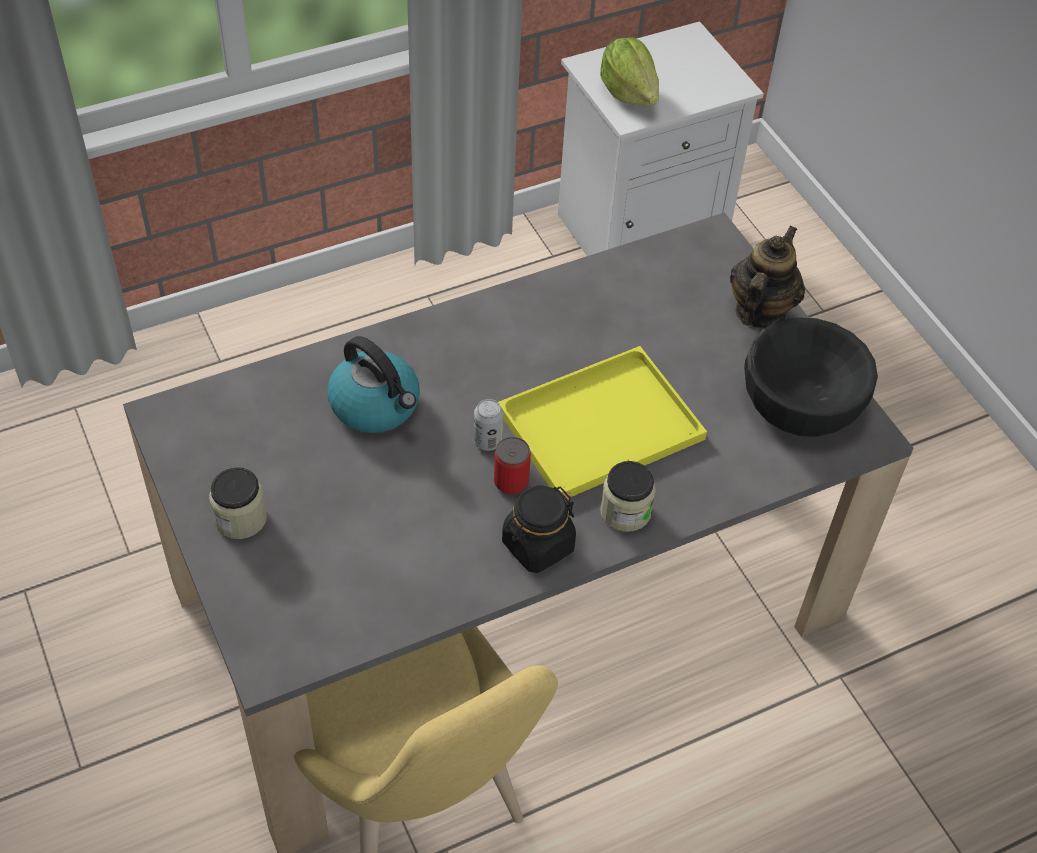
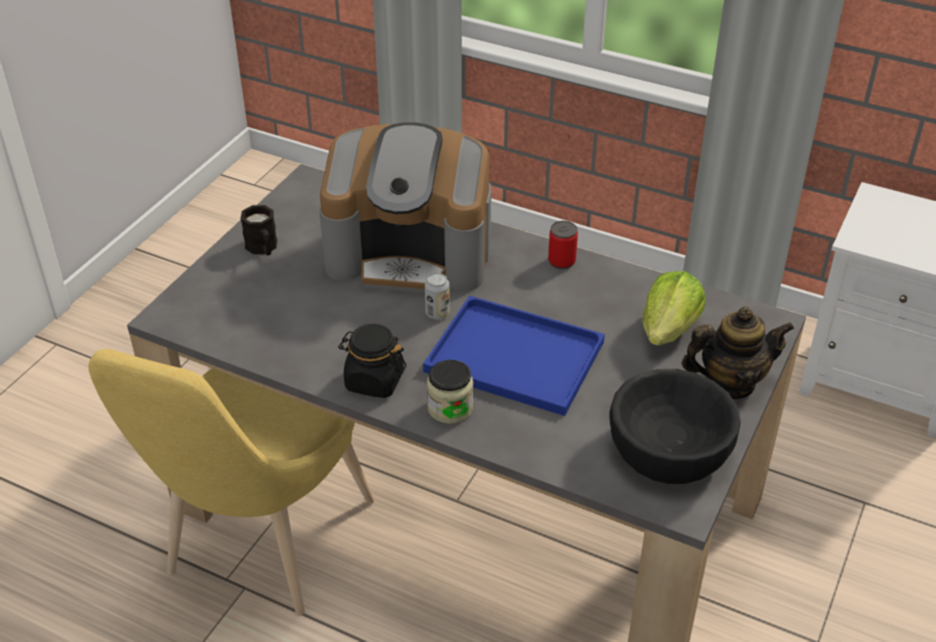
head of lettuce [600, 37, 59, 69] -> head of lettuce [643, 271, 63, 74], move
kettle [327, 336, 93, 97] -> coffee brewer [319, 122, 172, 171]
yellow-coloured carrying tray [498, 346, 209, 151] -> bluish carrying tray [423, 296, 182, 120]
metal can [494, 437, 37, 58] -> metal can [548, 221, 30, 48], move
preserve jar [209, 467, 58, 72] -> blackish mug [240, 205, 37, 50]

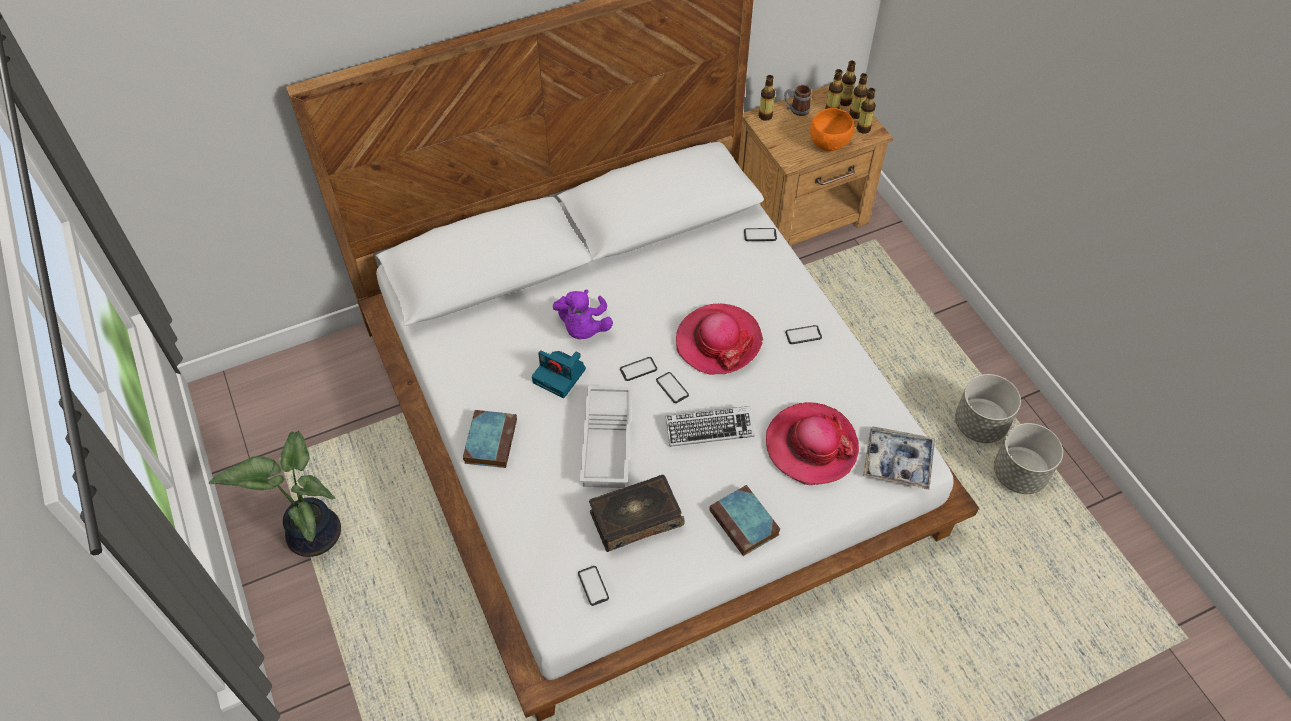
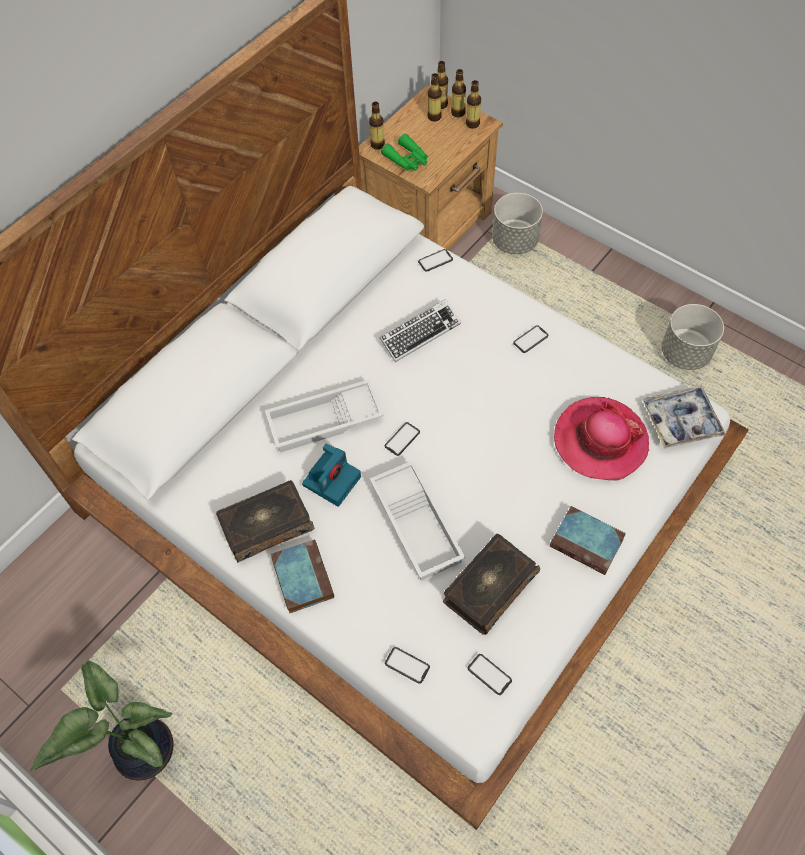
mug [784, 85, 27, 31] -> none
orange bowl [810, 108, 44, 43] -> none
purple-coloured plush toy [553, 290, 60, 49] -> white-coloured carrying tray [265, 379, 119, 74]
wearable hat [676, 304, 87, 71] -> none
still camera [532, 350, 54, 48] -> still camera [302, 443, 59, 64], 60 degrees counterclockwise
phone [656, 372, 33, 31] -> phone [385, 647, 45, 37], move
keyboard [666, 406, 88, 41] -> keyboard [379, 299, 82, 63], move
gray plant pot [994, 423, 69, 71] -> gray plant pot [492, 193, 51, 61], move
none -> greenish field glasses [381, 133, 47, 38]
none -> volume [216, 480, 98, 83]

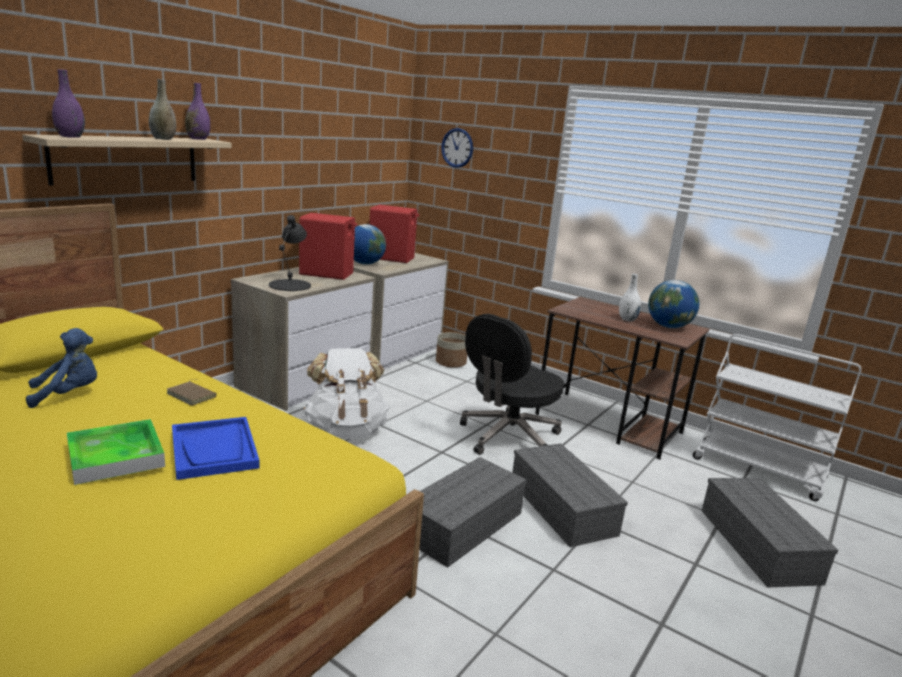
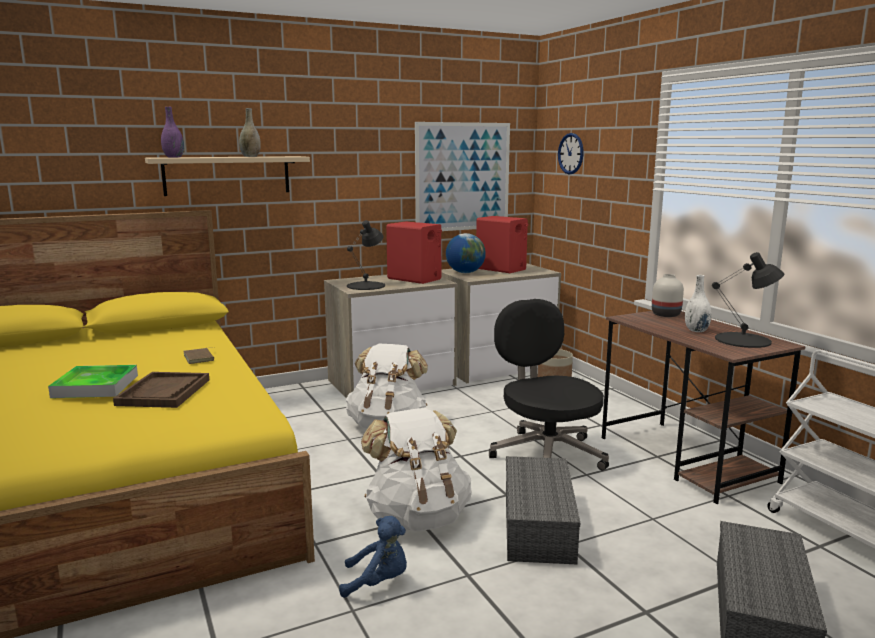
purple-coloured decorative vase [185, 83, 25, 57] -> none
globe [648, 280, 51, 48] -> blackish lamp for a table [712, 252, 72, 96]
blackish desk chair [460, 314, 104, 141] -> blackish desk chair [489, 299, 120, 171], 90 degrees clockwise
bluish plush toy [26, 328, 71, 80] -> bluish plush toy [339, 516, 68, 82], move
bluish carrying tray [172, 417, 88, 63] -> brownish carrying tray [113, 372, 96, 36]
gray storage bin [419, 457, 108, 111] -> white-coloured rucksack [361, 408, 111, 123]
none -> picture [415, 122, 95, 109]
none -> white-coloured decorative vase [652, 274, 32, 43]

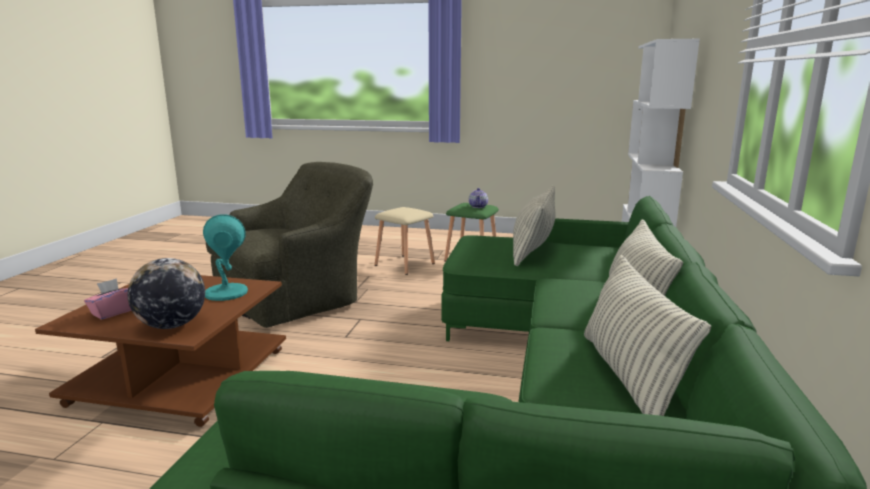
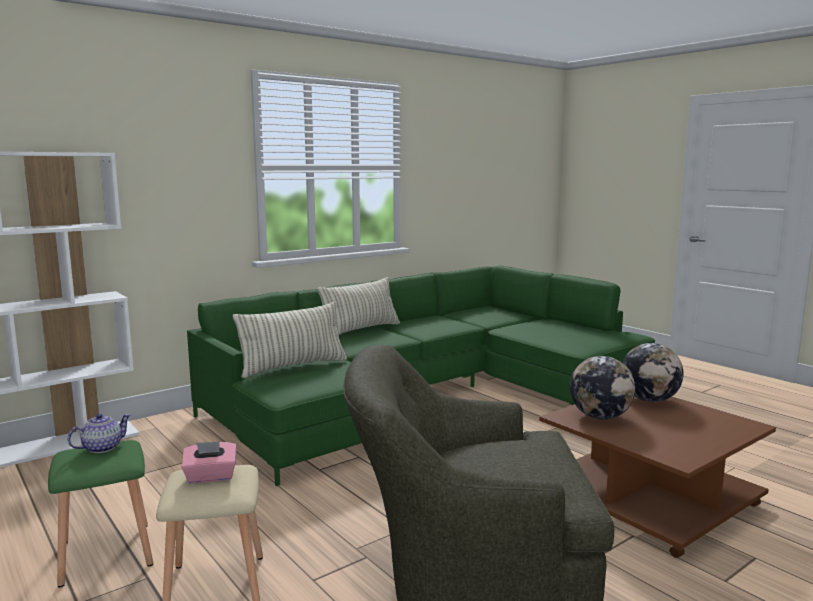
blue-green lamp for a table [203, 215, 45, 86] -> globe [570, 356, 65, 64]
cushion [584, 255, 127, 161] -> none
pink box of tissues [84, 278, 48, 42] -> pink box of tissues [182, 442, 55, 42], move

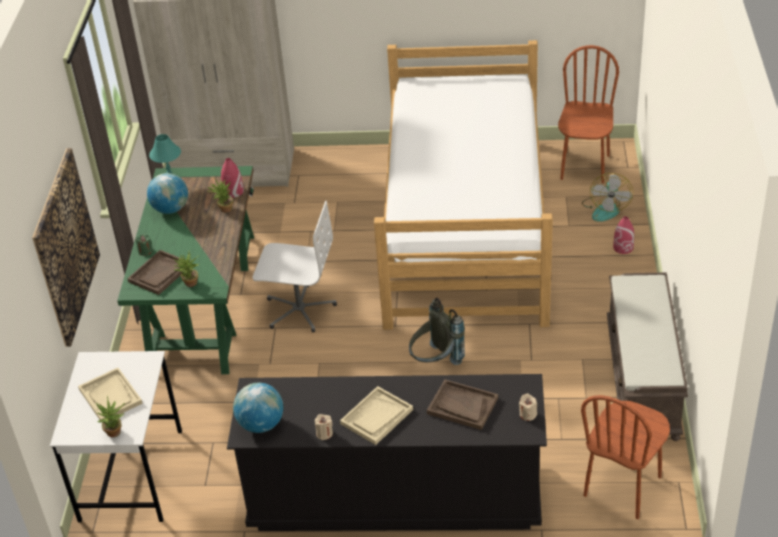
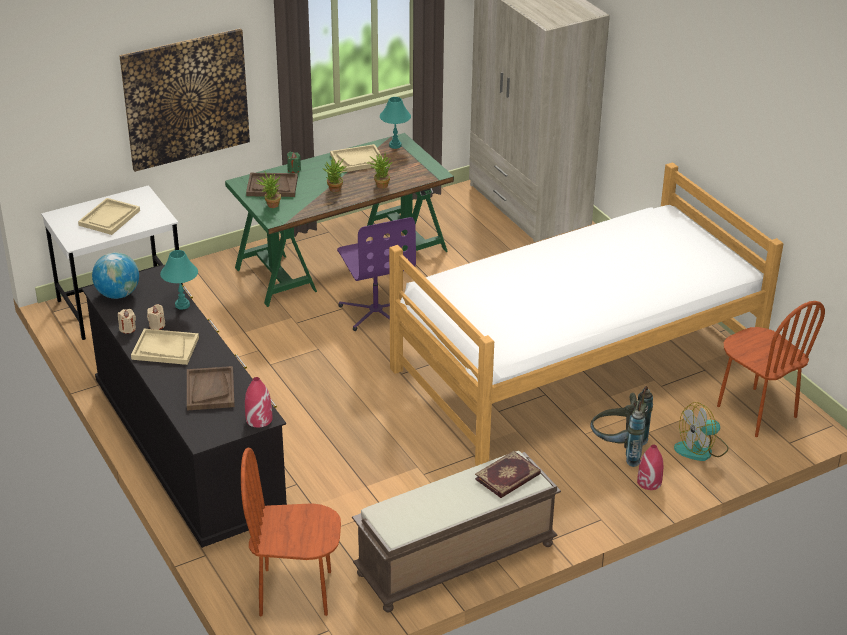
brownish upright chair [558, 45, 61, 138] -> brownish upright chair [717, 301, 108, 136], 75 degrees clockwise
red decorative vase [221, 158, 23, 40] -> red decorative vase [245, 377, 27, 50], move
globe [147, 173, 41, 41] -> beige carrying tray [330, 144, 53, 29]
white-coloured desk chair [252, 200, 85, 132] -> purple-coloured desk chair [337, 217, 79, 114]
gray rucksack [409, 297, 56, 68] -> gray rucksack [590, 386, 63, 81], move
beige wax candle [519, 394, 18, 27] -> beige wax candle [147, 304, 18, 26], move
plant in a pot [96, 396, 29, 41] -> plant in a pot [323, 156, 24, 36], move
none -> blue-green lamp for a table [160, 250, 38, 60]
none -> volume [475, 451, 66, 47]

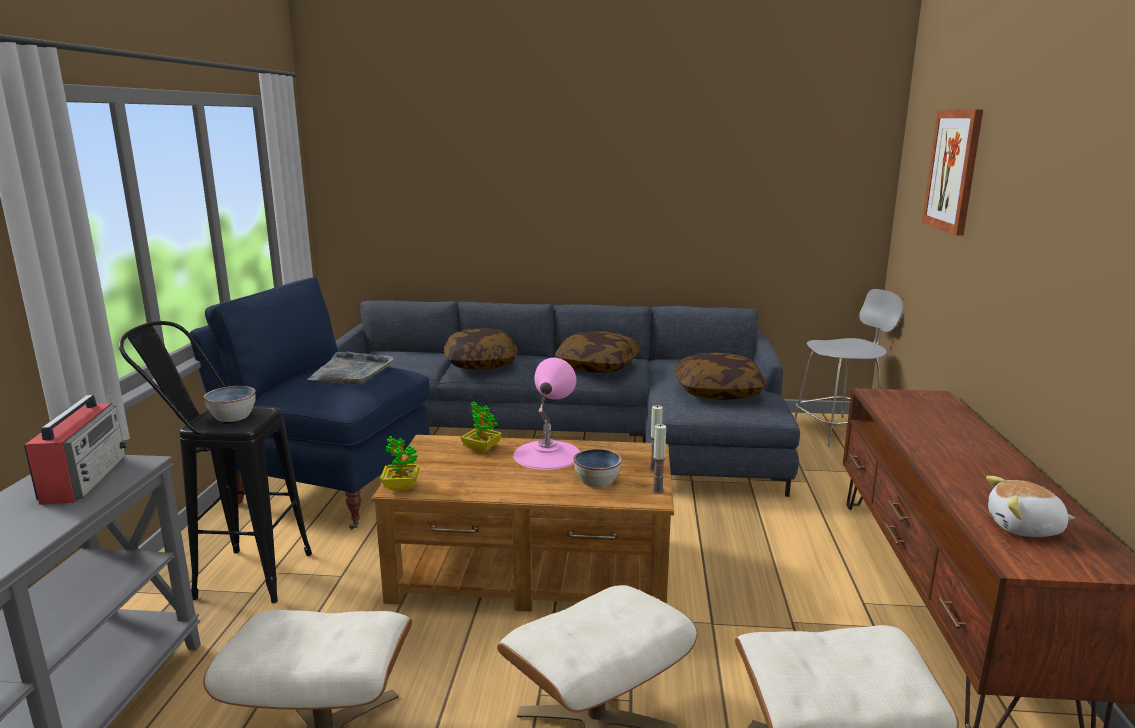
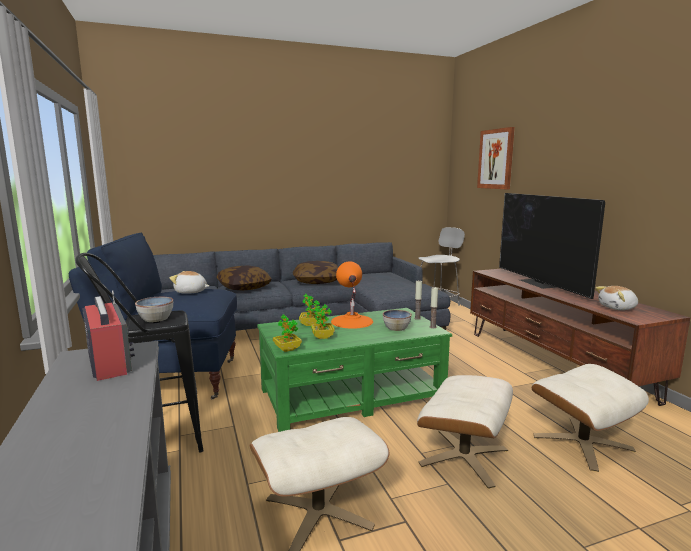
gray carrying tray [307, 352, 87, 32] -> plush toy [170, 271, 39, 23]
cushion [675, 353, 91, 47] -> none
pink lamp for a table [513, 358, 67, 112] -> orange lamp for a table [331, 261, 42, 68]
brownish lounge table [371, 435, 303, 177] -> greenish lounge table [257, 308, 195, 124]
none -> television [499, 193, 106, 106]
none -> plant in a pot [311, 304, 24, 35]

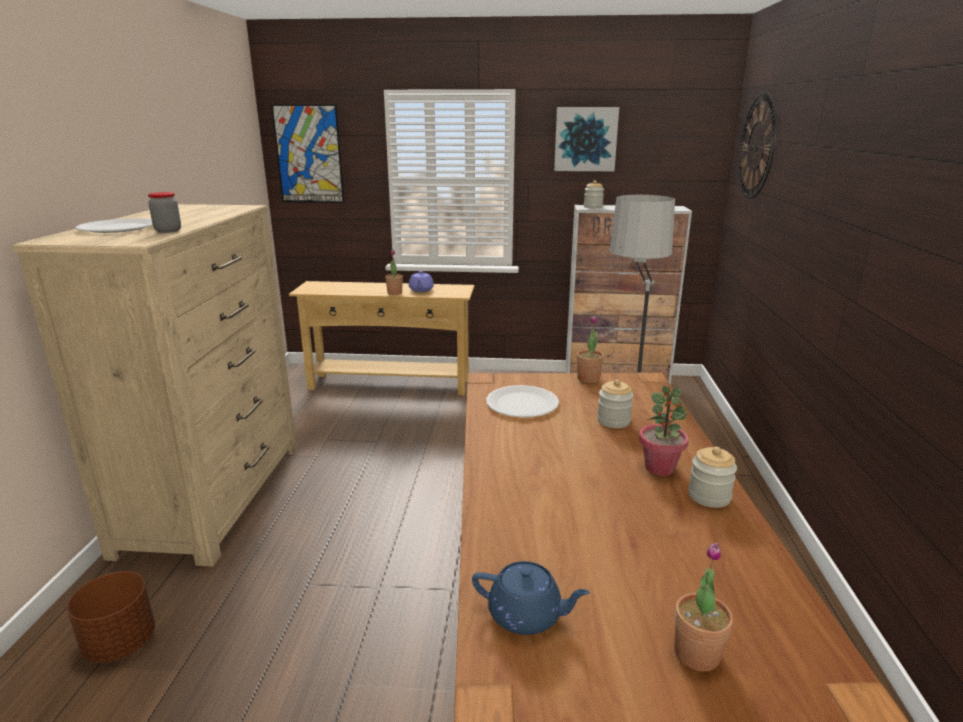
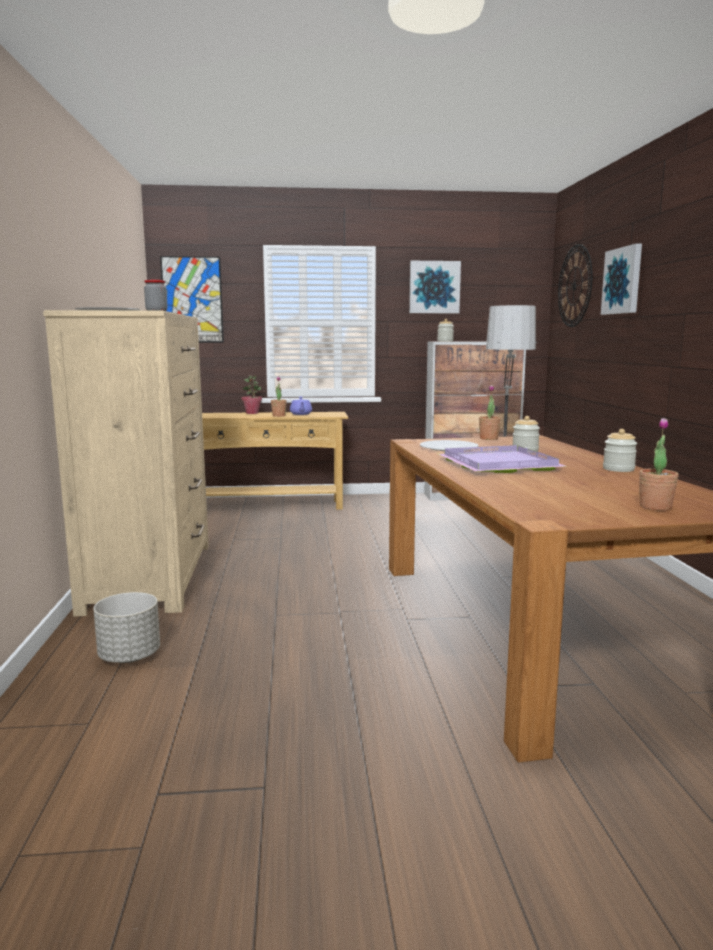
plant in a pot [639, 386, 50, 90] -> plant in a pot [242, 375, 20, 39], move
bluish pot for tea [472, 561, 118, 74] -> none
brownish plant pot [67, 571, 88, 92] -> gray plant pot [93, 592, 67, 71]
none -> picture [601, 243, 41, 72]
none -> purple-coloured carrying tray [439, 445, 128, 28]

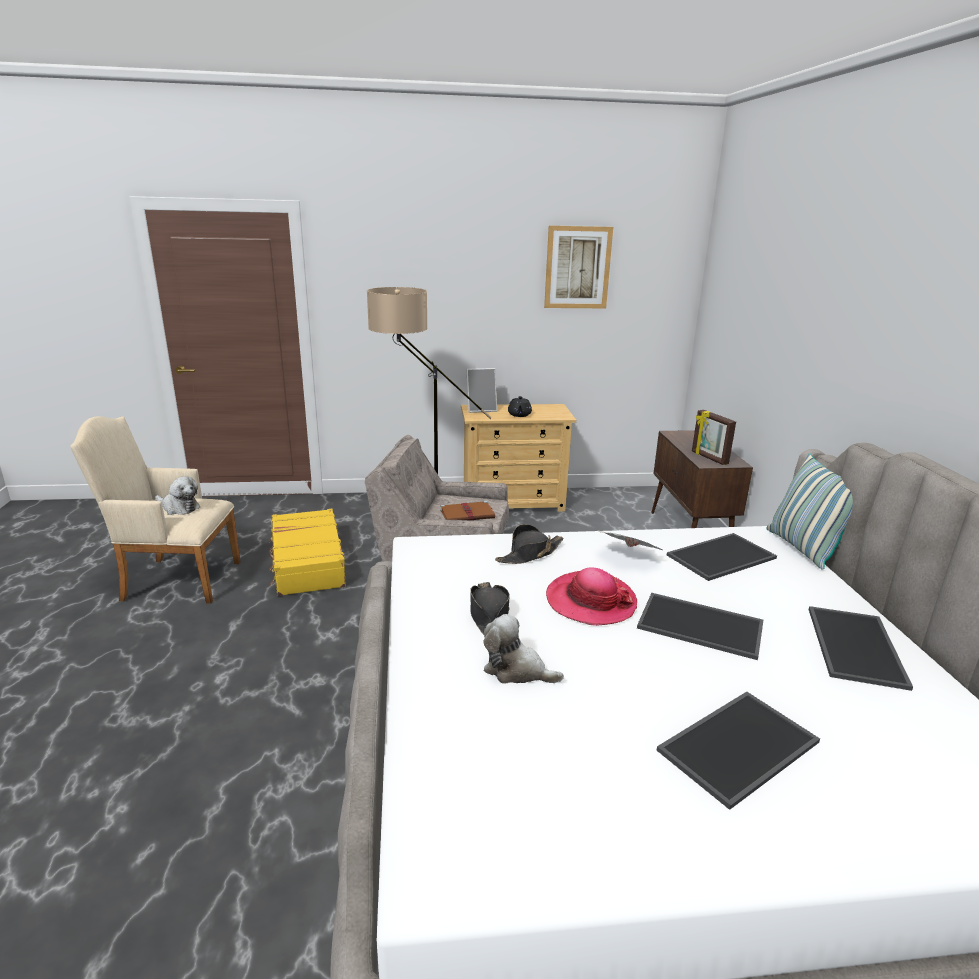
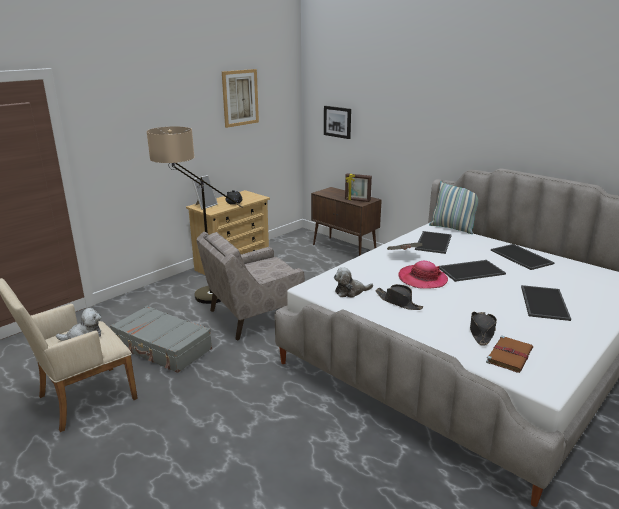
brownish volume [440, 501, 55, 20] -> brownish volume [486, 335, 47, 38], move
yellow-coloured piece of luggage [269, 509, 77, 87] -> gray piece of luggage [110, 306, 102, 67]
blackish wearable hat [495, 524, 69, 40] -> blackish wearable hat [470, 312, 27, 34], move
plush toy [484, 614, 80, 69] -> plush toy [334, 267, 39, 31], move
none -> picture [324, 106, 27, 33]

